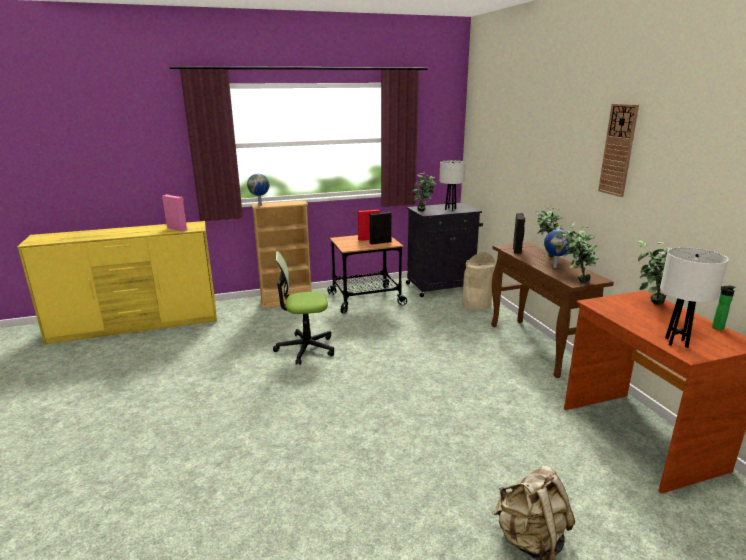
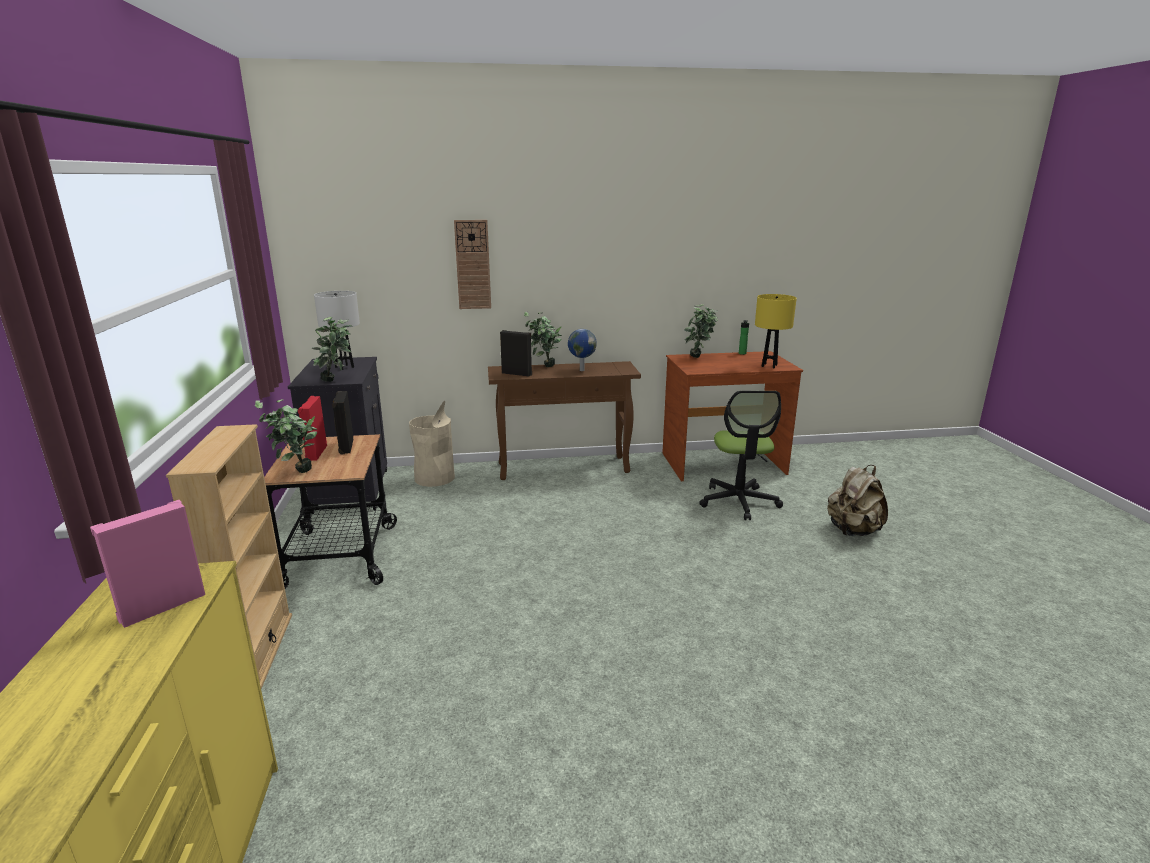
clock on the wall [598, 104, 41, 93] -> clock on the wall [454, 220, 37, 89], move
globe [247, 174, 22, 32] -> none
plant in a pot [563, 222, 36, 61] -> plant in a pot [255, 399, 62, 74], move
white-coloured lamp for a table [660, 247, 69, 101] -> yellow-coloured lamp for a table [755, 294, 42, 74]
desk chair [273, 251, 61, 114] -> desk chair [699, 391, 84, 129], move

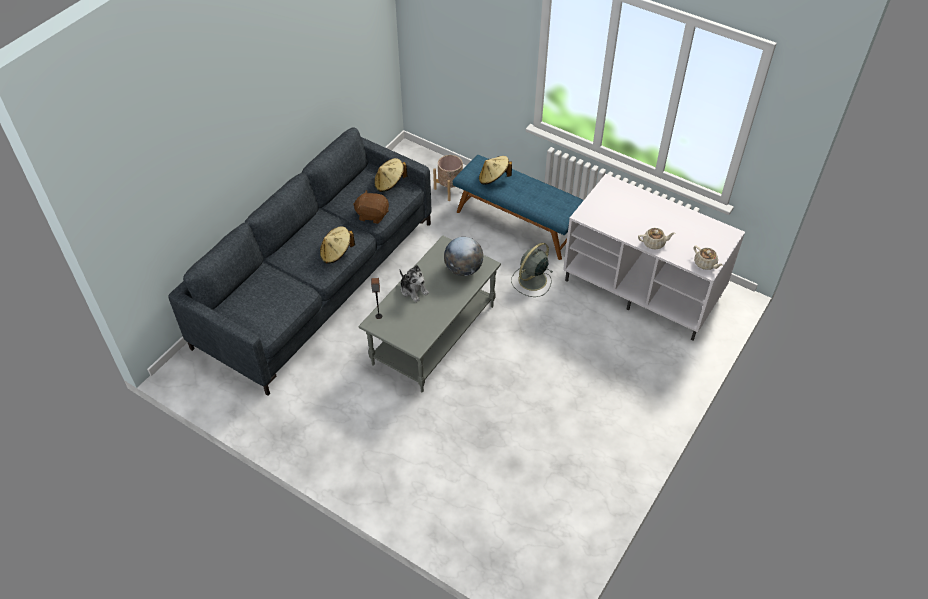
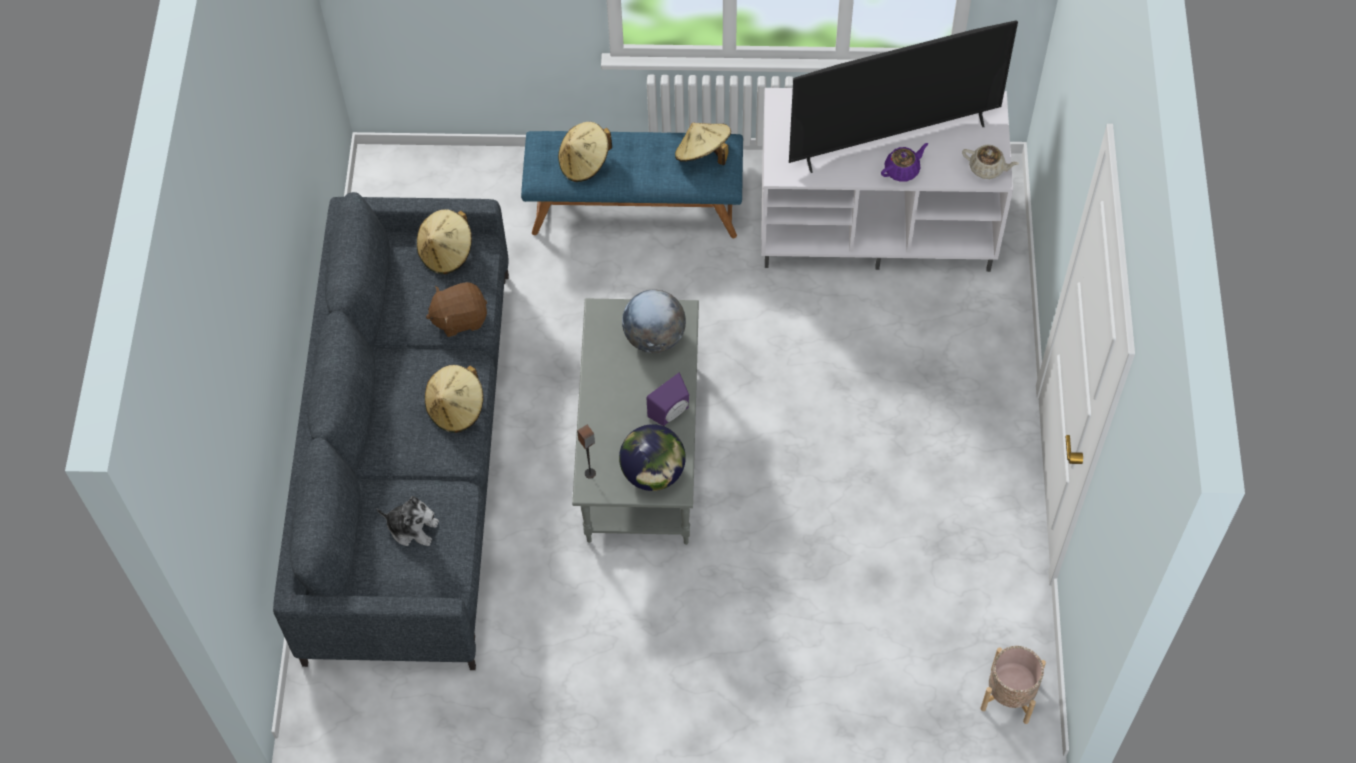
beige plant pot [433, 155, 30, 46] -> beige plant pot [981, 646, 65, 78], move
beige pot for tea [638, 228, 37, 21] -> purple-coloured pot for tea [881, 143, 47, 39]
gray electric fan [511, 243, 42, 54] -> none
plush toy [400, 265, 29, 37] -> plush toy [377, 496, 62, 50], move
none -> television [789, 20, 229, 153]
none -> beige wearable hat [675, 122, 56, 43]
none -> purple-coloured speaker [646, 373, 43, 53]
none -> globe [619, 424, 67, 67]

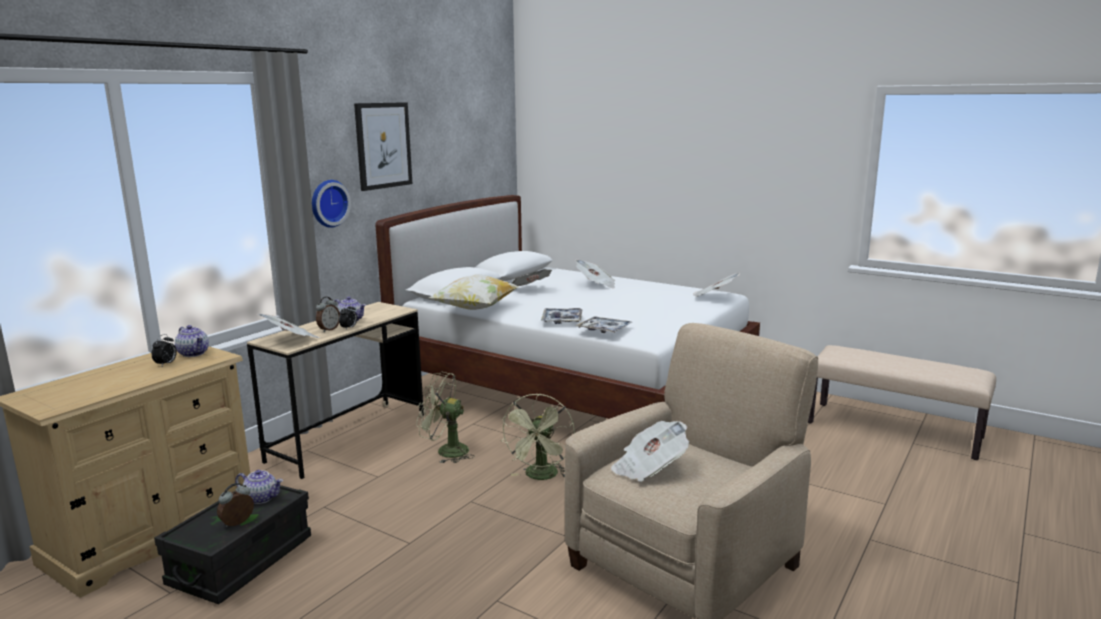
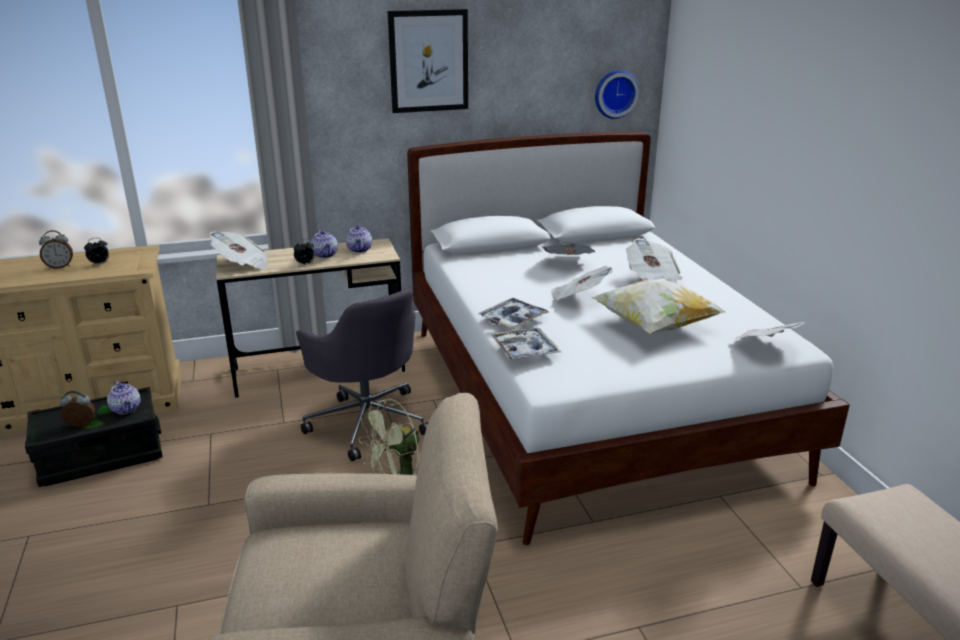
clock on the wall [312, 180, 39, 48] -> clock on the wall [595, 70, 44, 49], move
cushion [429, 274, 90, 36] -> cushion [591, 279, 135, 55], move
alarm clock [316, 297, 24, 35] -> alarm clock [39, 230, 34, 39], move
pot for tea [175, 325, 34, 32] -> pot for tea [346, 225, 26, 28], move
greenish electric fan [416, 372, 59, 91] -> gray desk chair [296, 289, 132, 172]
newspaper [611, 421, 78, 61] -> newspaper [551, 266, 62, 35], move

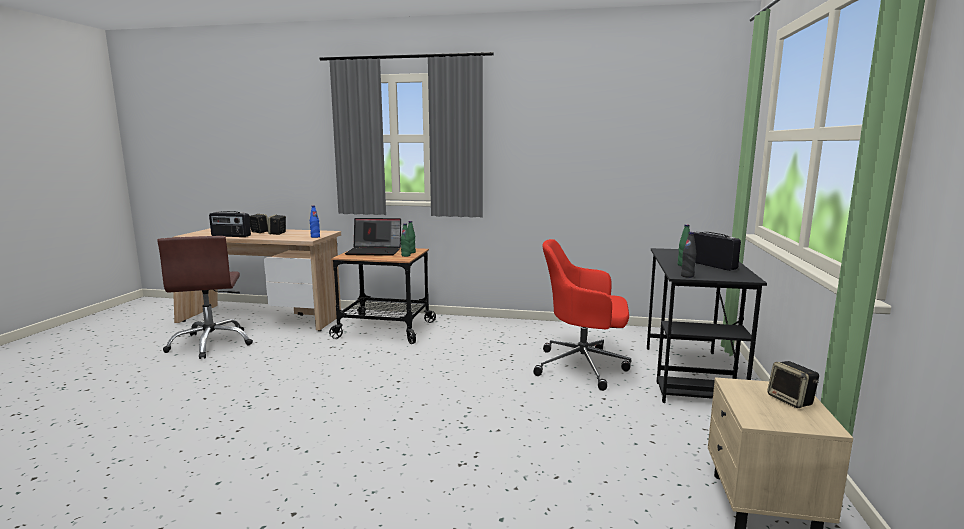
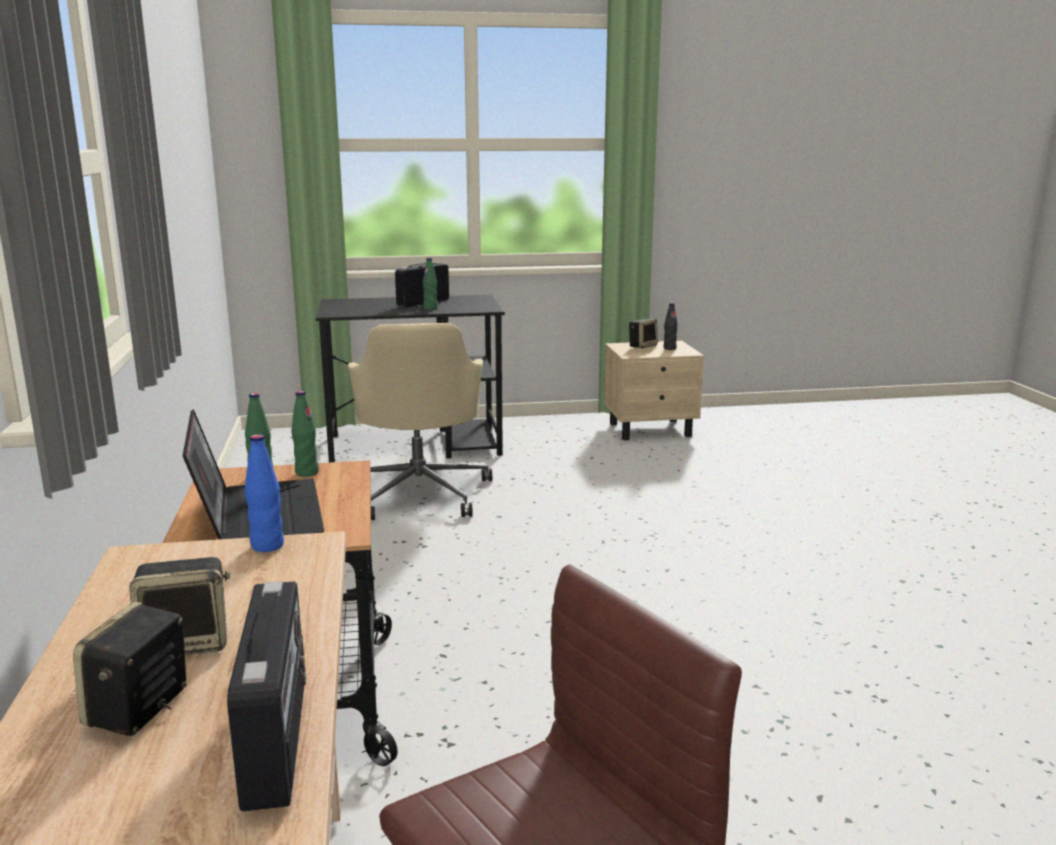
blackish beverage bottle [681, 232, 15, 46] -> blackish beverage bottle [664, 303, 14, 47], move
red desk chair [533, 239, 98, 152] -> beige desk chair [348, 323, 144, 197]

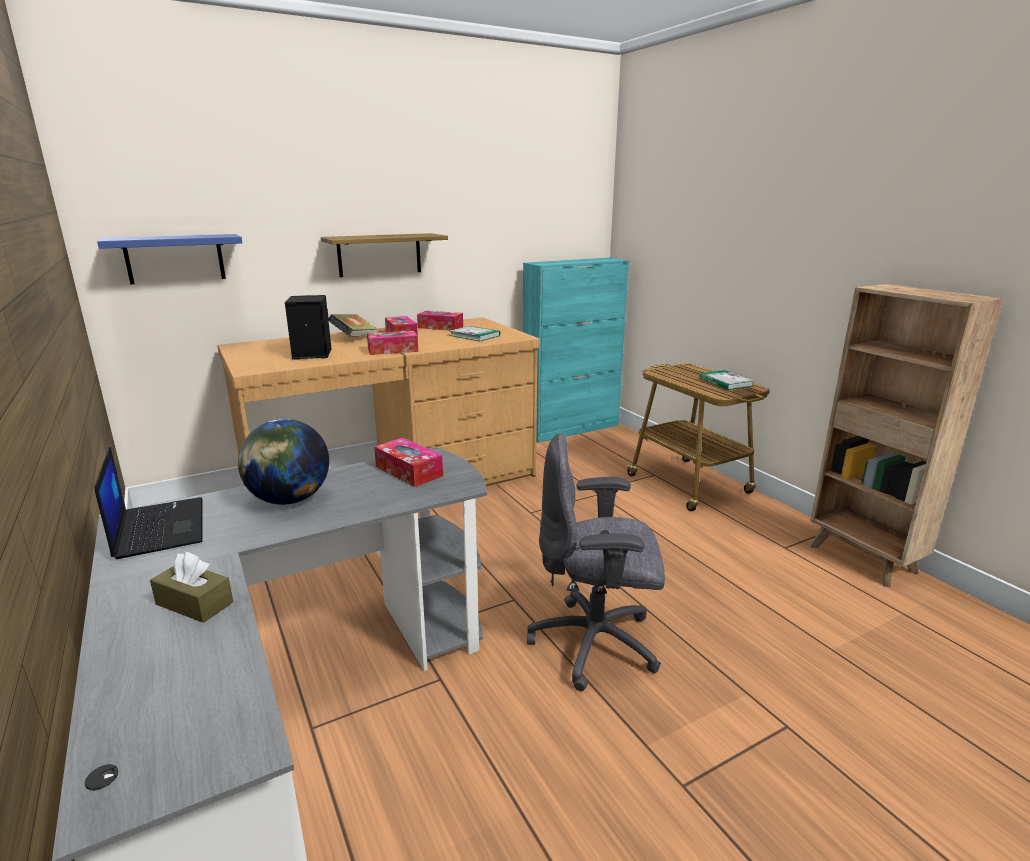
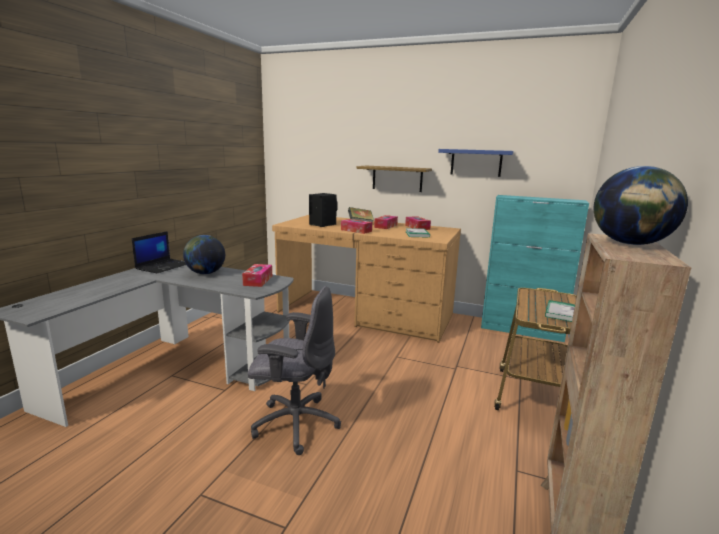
bluish wall shelf [97, 234, 145, 50] -> bluish wall shelf [438, 149, 76, 28], move
gray desk chair [527, 433, 138, 258] -> gray desk chair [248, 286, 93, 169], 135 degrees clockwise
brownish box of tissues [150, 552, 83, 71] -> none
none -> globe [594, 166, 94, 79]

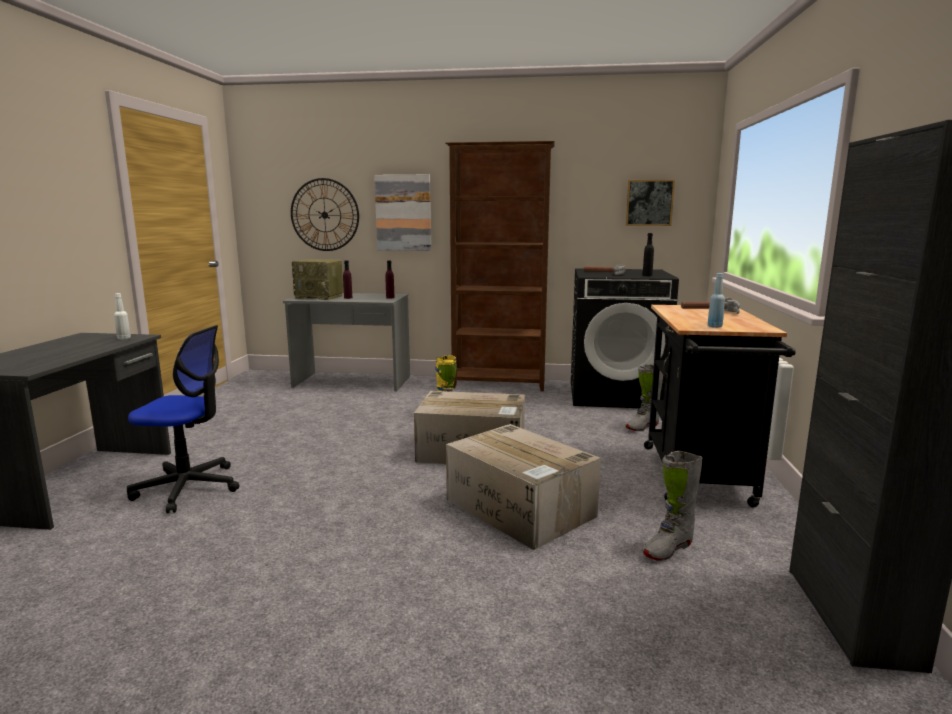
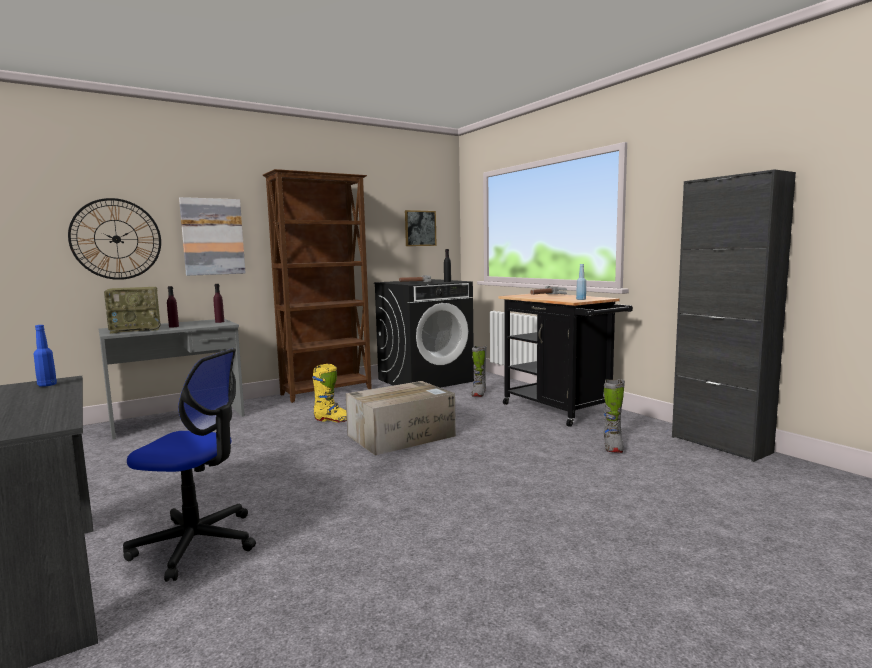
white-coloured beverage bottle [114, 293, 17, 47] -> bluish beverage bottle [33, 325, 24, 62]
desk chair [127, 325, 113, 188] -> desk chair [123, 348, 133, 234], 45 degrees clockwise
carton [446, 424, 155, 126] -> none

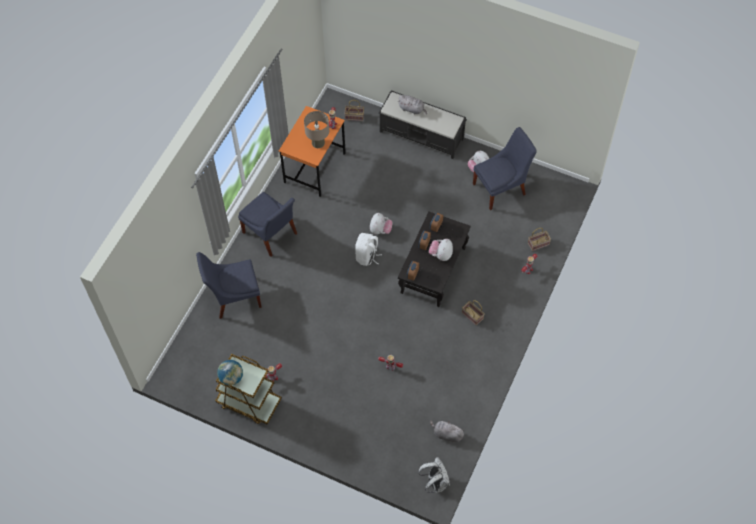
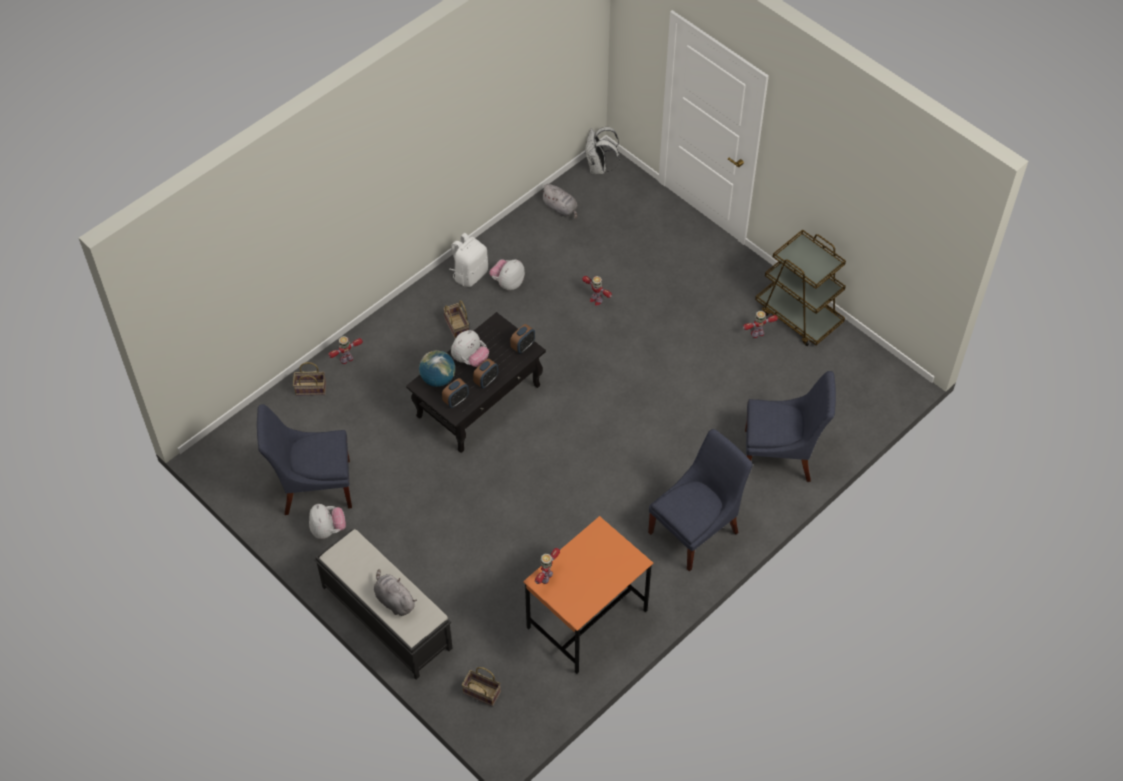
beige lamp for a table [304, 111, 25, 37] -> none
bluish upright chair [238, 192, 59, 65] -> bluish upright chair [648, 429, 105, 142], 75 degrees clockwise
plush toy [370, 213, 23, 21] -> plush toy [489, 259, 36, 31], move
white-coloured rucksack [355, 233, 27, 33] -> white-coloured rucksack [449, 233, 39, 54], move
globe [217, 360, 26, 26] -> globe [419, 351, 36, 36], move

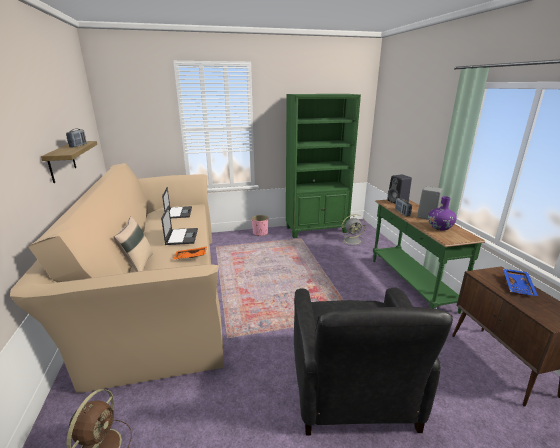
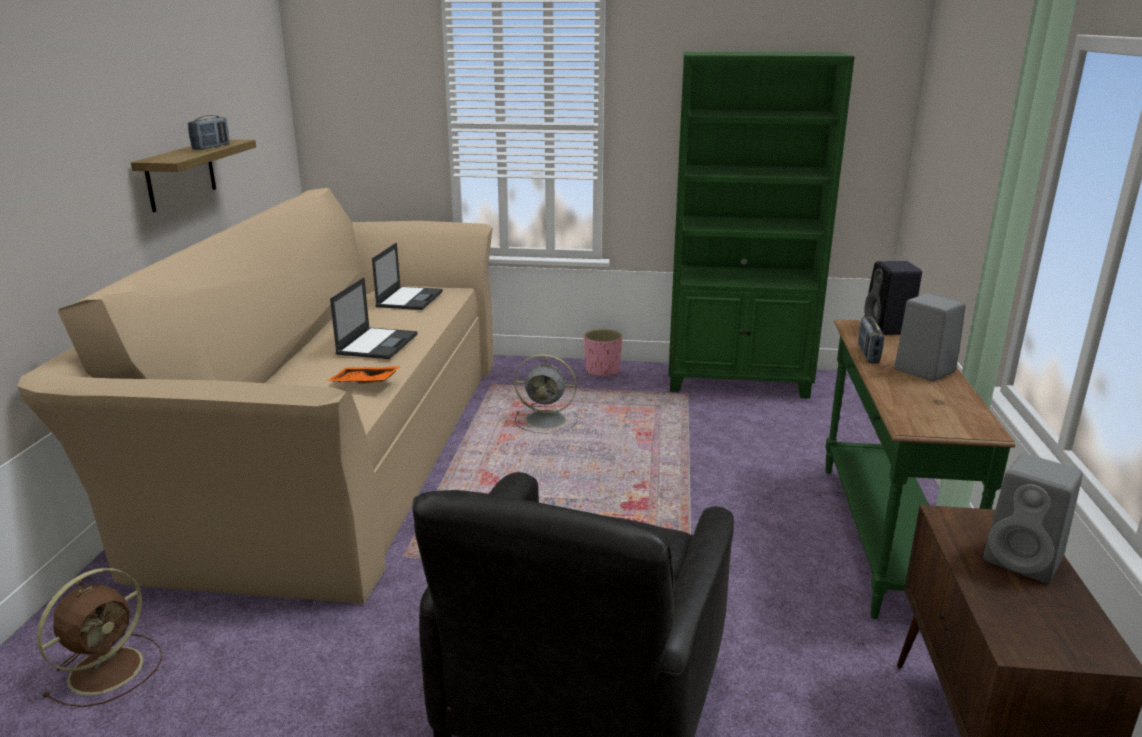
purple-coloured decorative vase [428, 196, 29, 35] -> none
gray electric fan [338, 214, 28, 32] -> gray electric fan [514, 354, 64, 79], move
beige cushion [114, 217, 39, 55] -> none
bluish carrying tray [503, 269, 35, 27] -> gray speaker [984, 453, 99, 130]

